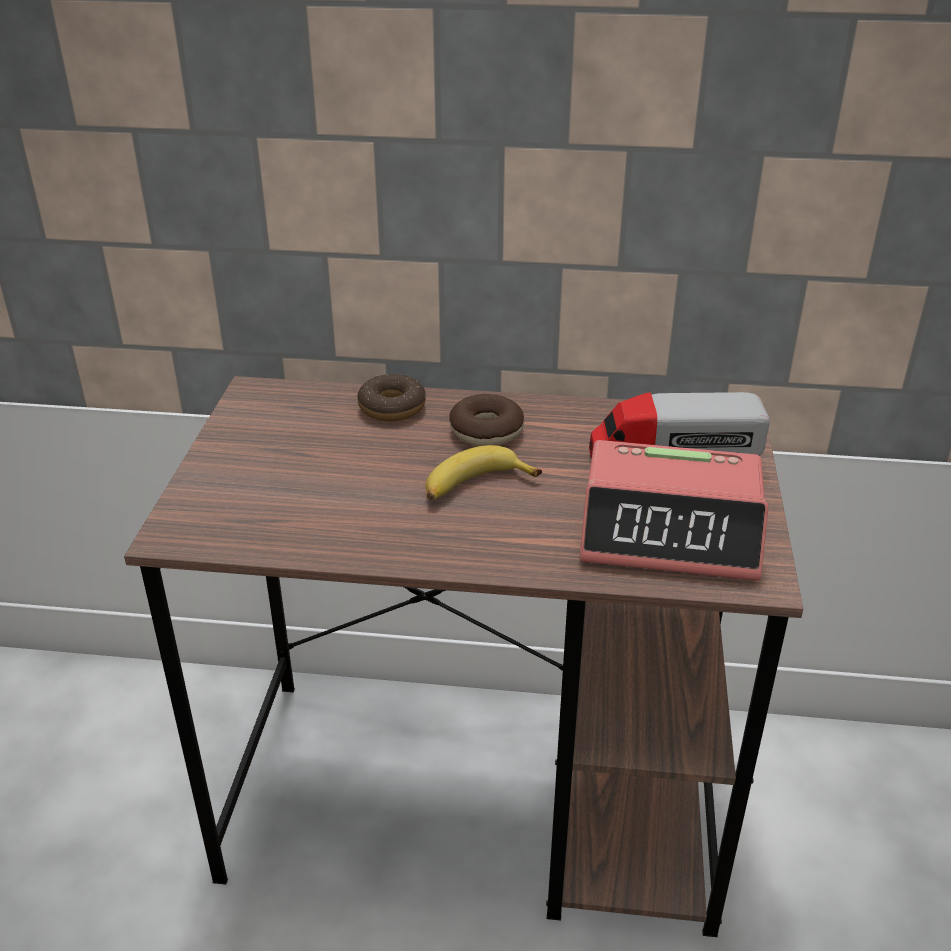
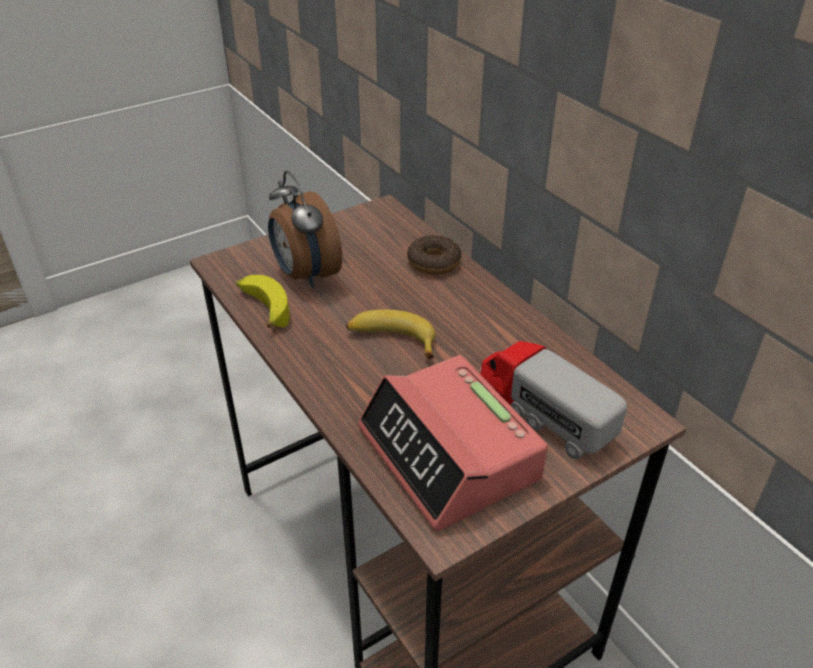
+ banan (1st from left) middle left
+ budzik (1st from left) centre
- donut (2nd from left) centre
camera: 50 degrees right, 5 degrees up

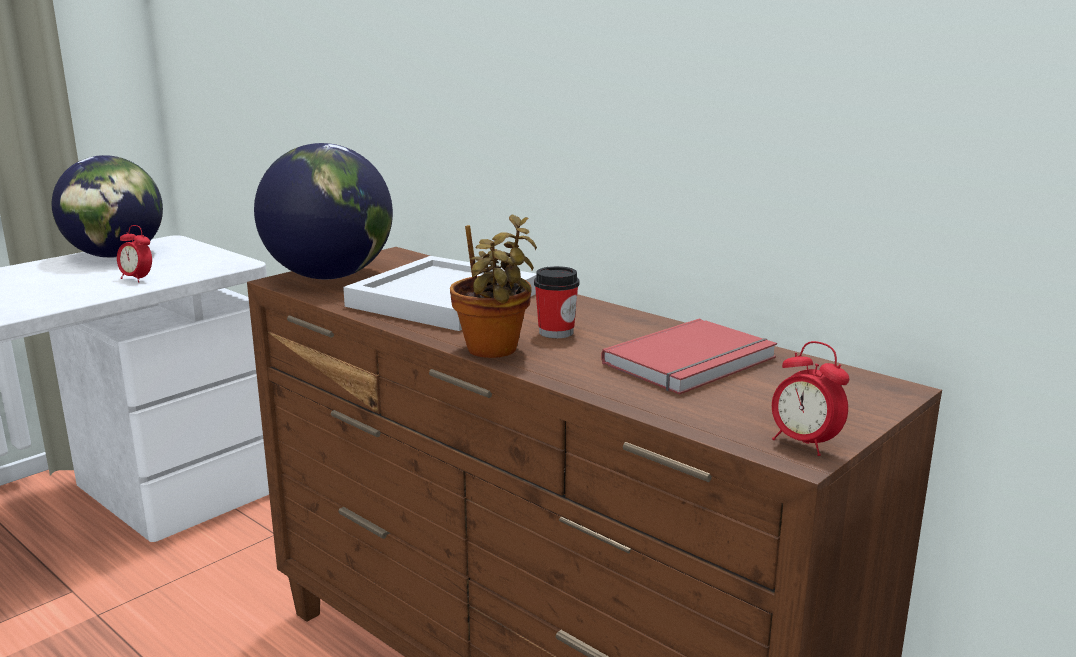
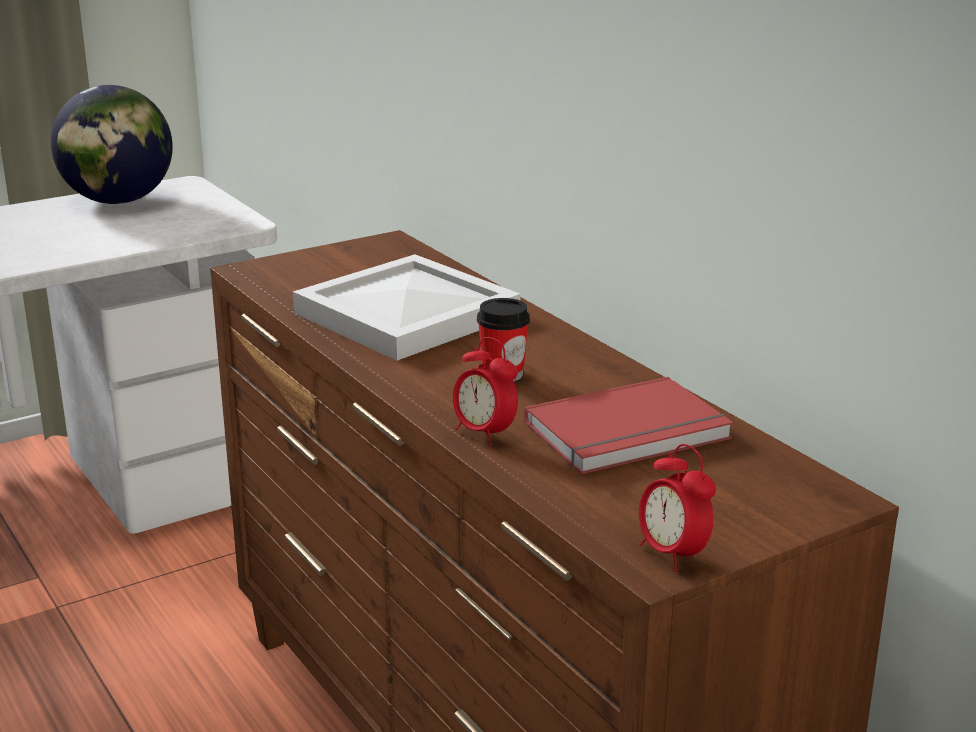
~ budzik (1st from left) middle left to centre
- globus (2nd from left) top left
- roślina doniczkowa centre
camera: 15 degrees right, 5 degrees up

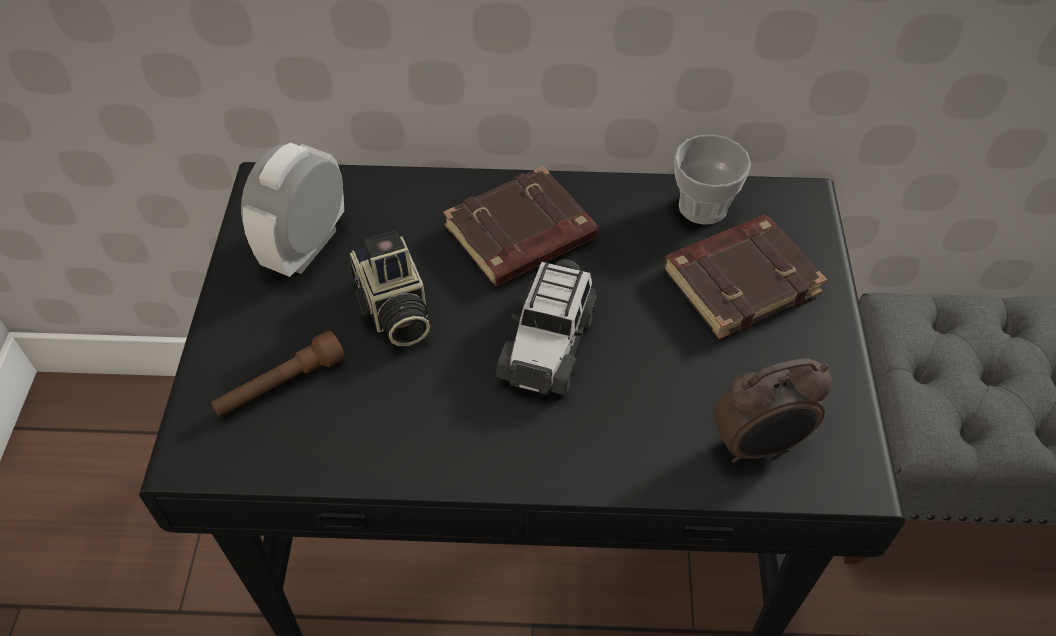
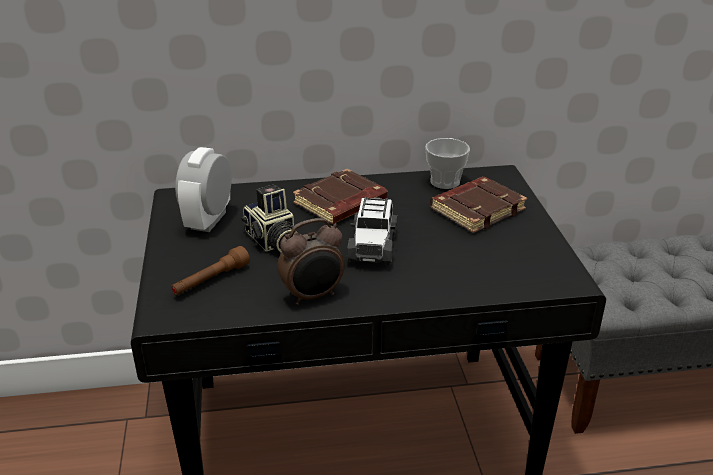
~ budzik (2nd from left) middle right to centre
camera: 10 degrees left, 20 degrees down

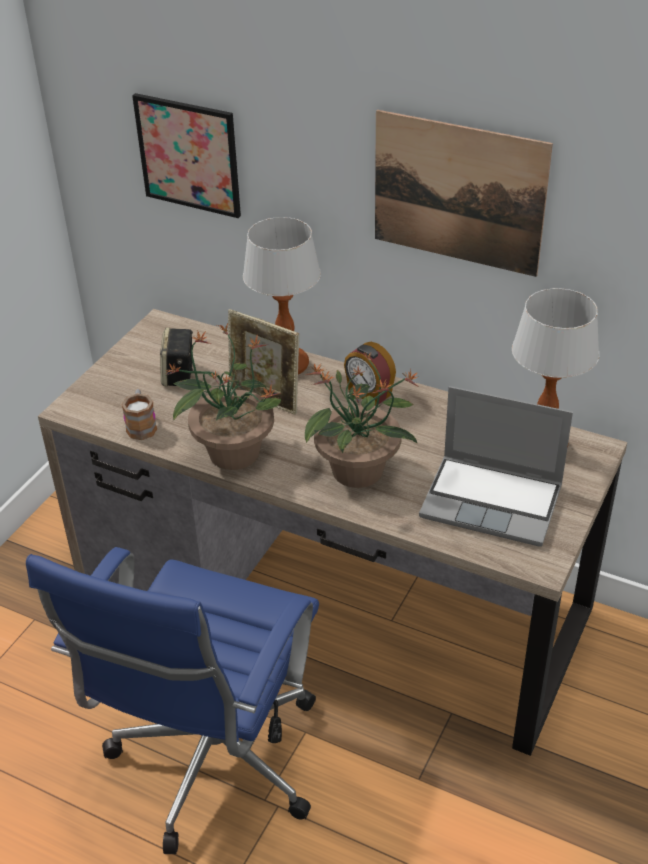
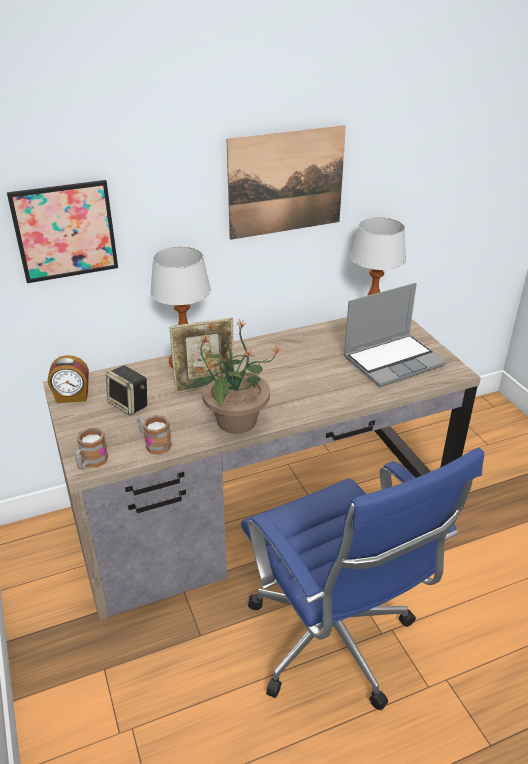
~ budzik centre to middle left
+ kubek (1st from left) middle left
- roślina doniczkowa (2nd from left) centre
camera: 50 degrees left, 5 degrees down

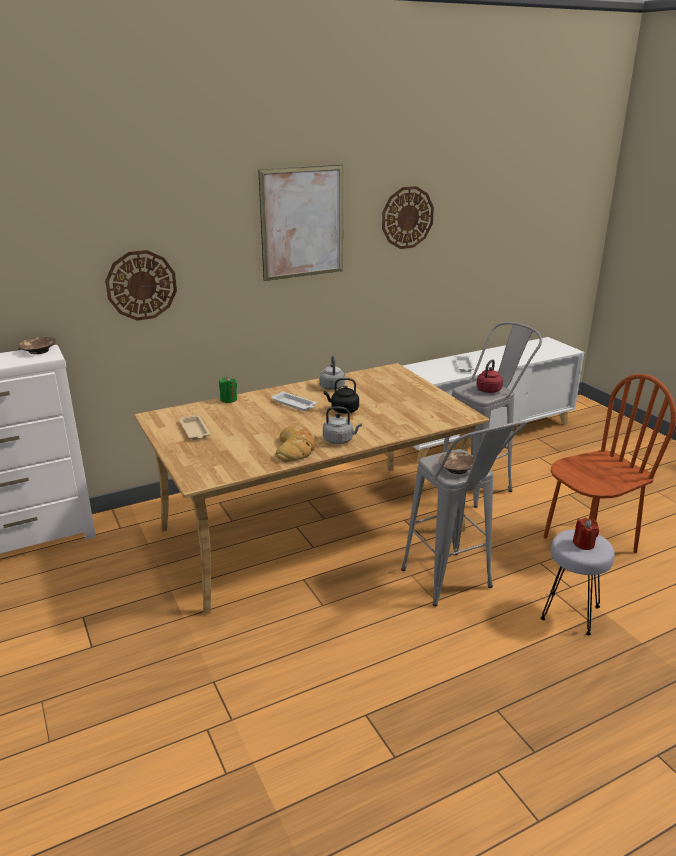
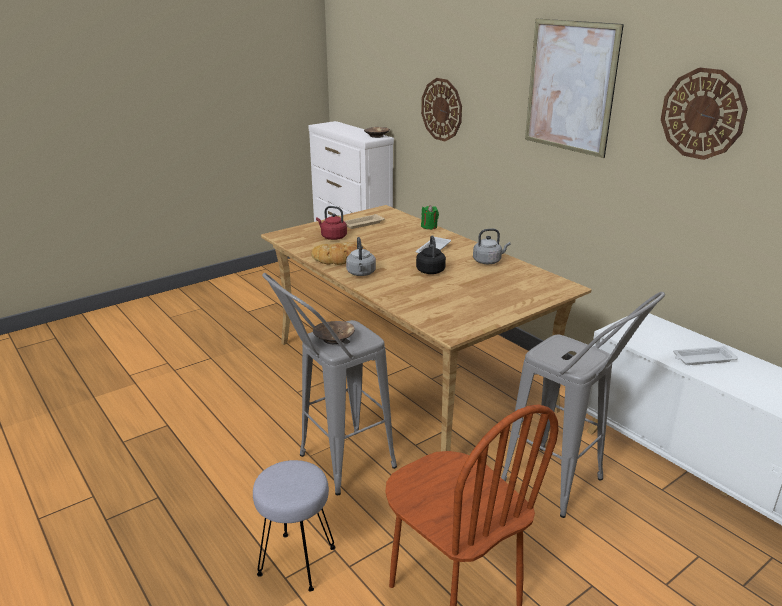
~ czajnik/czerwony middle right to centre
- świeca/czerwony middle right
camera: 80 degrees right, 0 degrees up

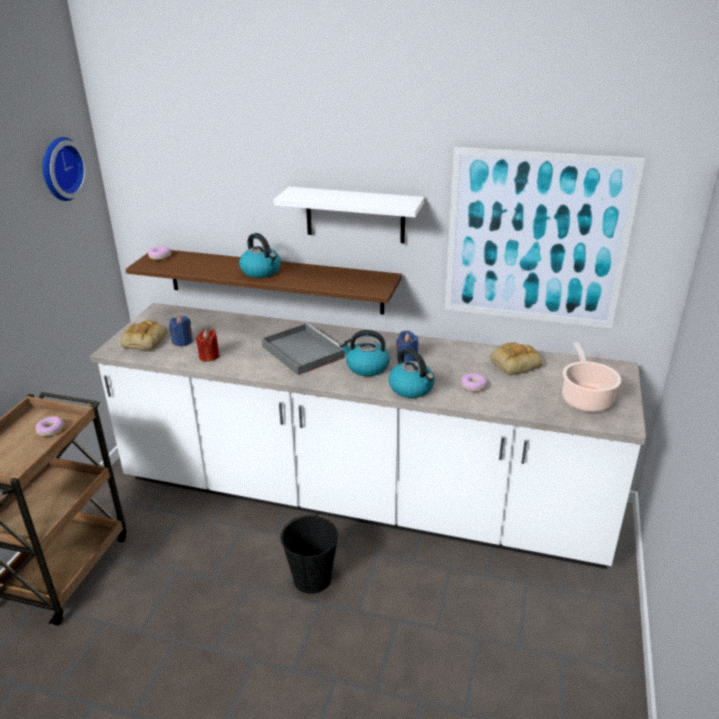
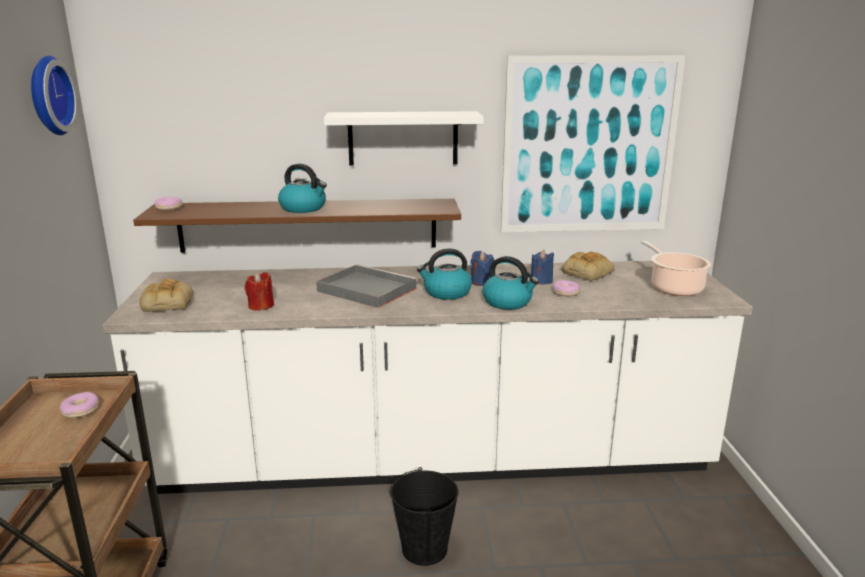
~ świeca/niebieski (1st from left in the first image) middle left to świeca/niebieski (2nd from left) centre
camera: 20 degrees left, 10 degrees down

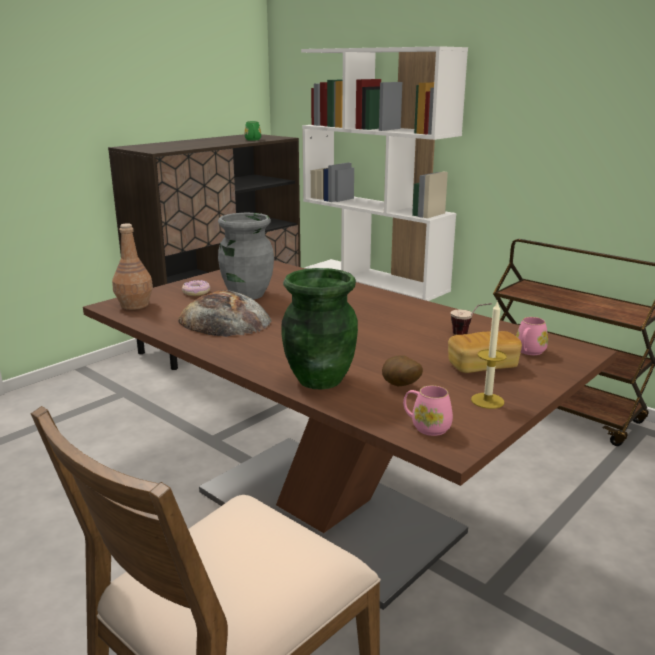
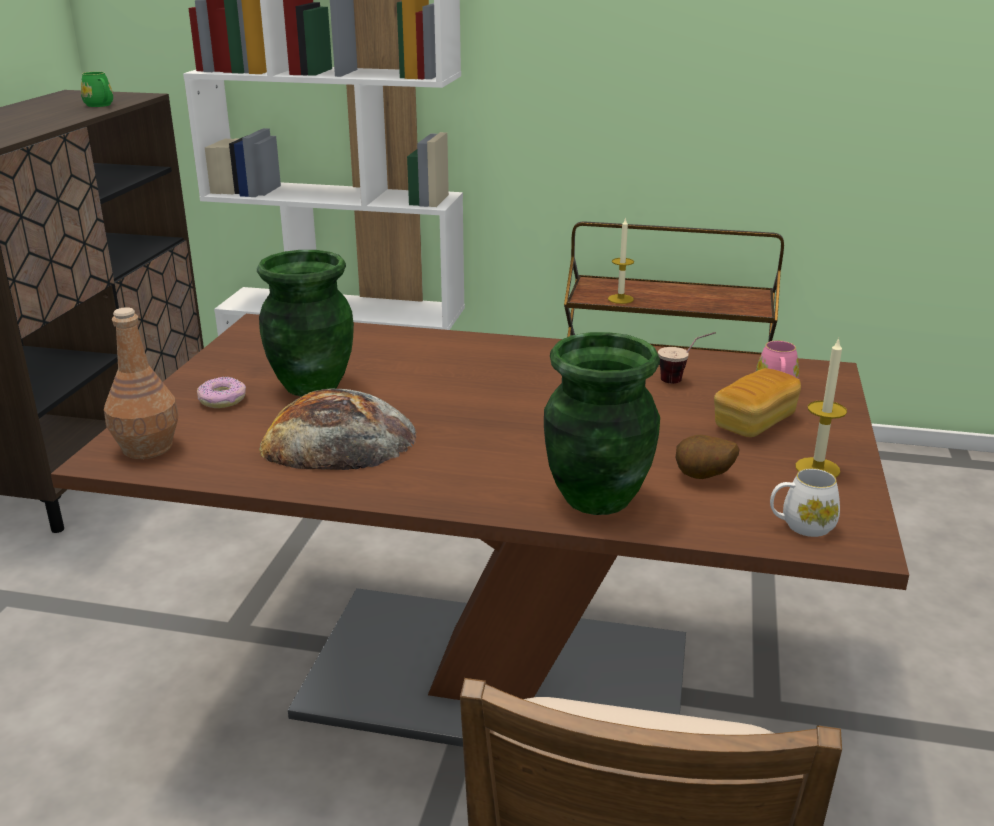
~ wazon/szary centre to wazon/zielony (1st from left) middle left
+ świeca (1st from left) top centre
~ kubek/różowy (1st from left) centre to kubek/biały middle right
camera: 30 degrees left, 5 degrees up

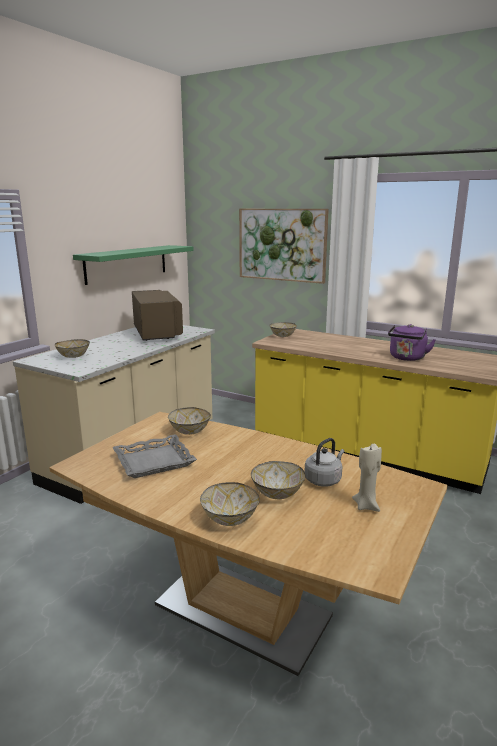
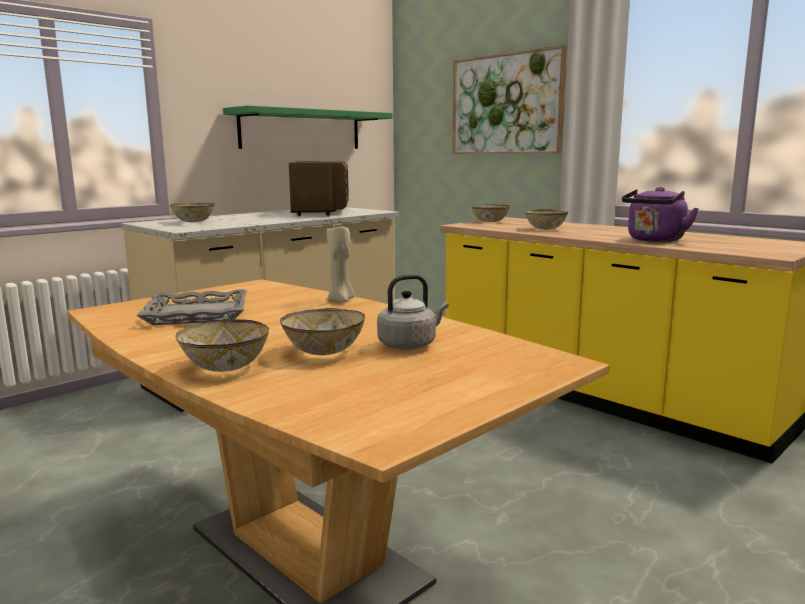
~ świeca/beżowy middle right to centre
~ miska (2nd from left in the first image) centre to miska (5th from left) middle right
camera: 15 degrees right, 5 degrees down

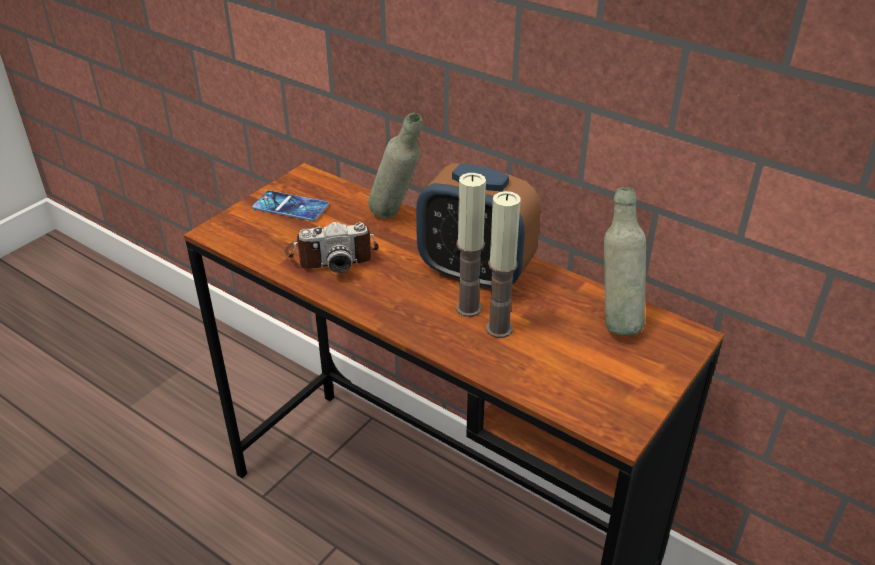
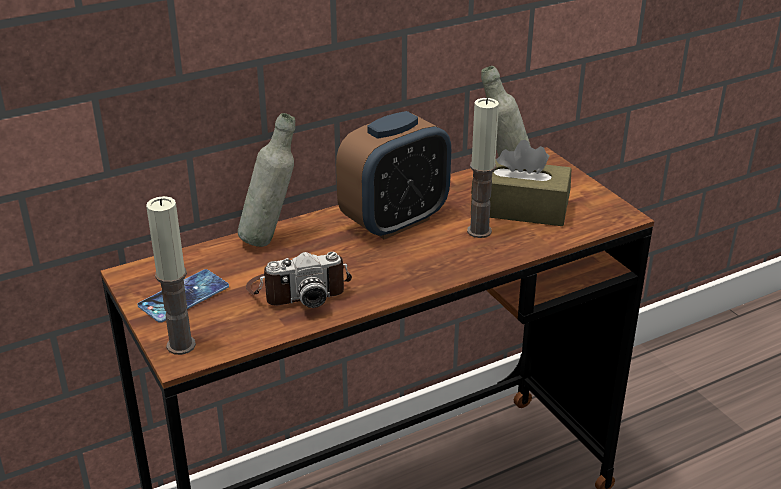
~ świeca (1st from left) centre to middle left
~ aparat fotograficzny centre = centre 60 degrees clockwise
+ pudełko chusteczek/brązowy middle right
camera: 65 degrees left, 5 degrees down

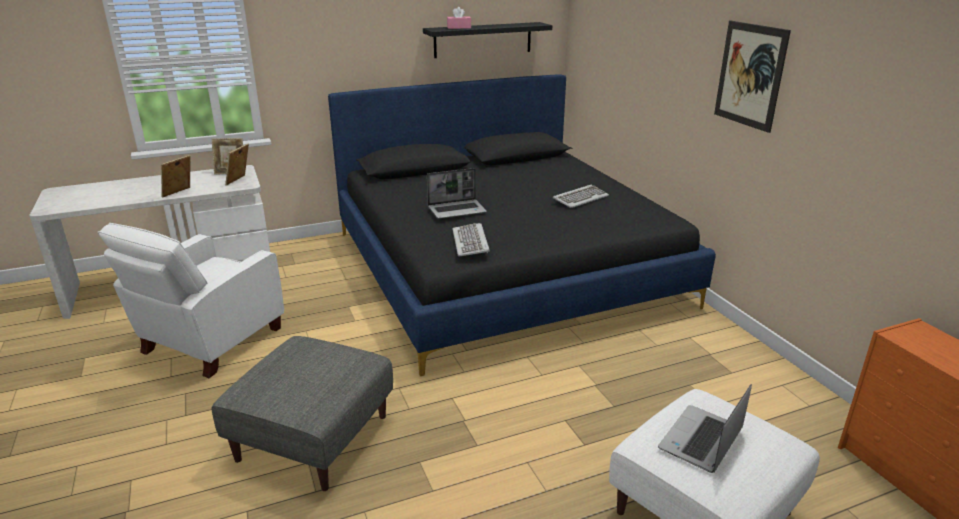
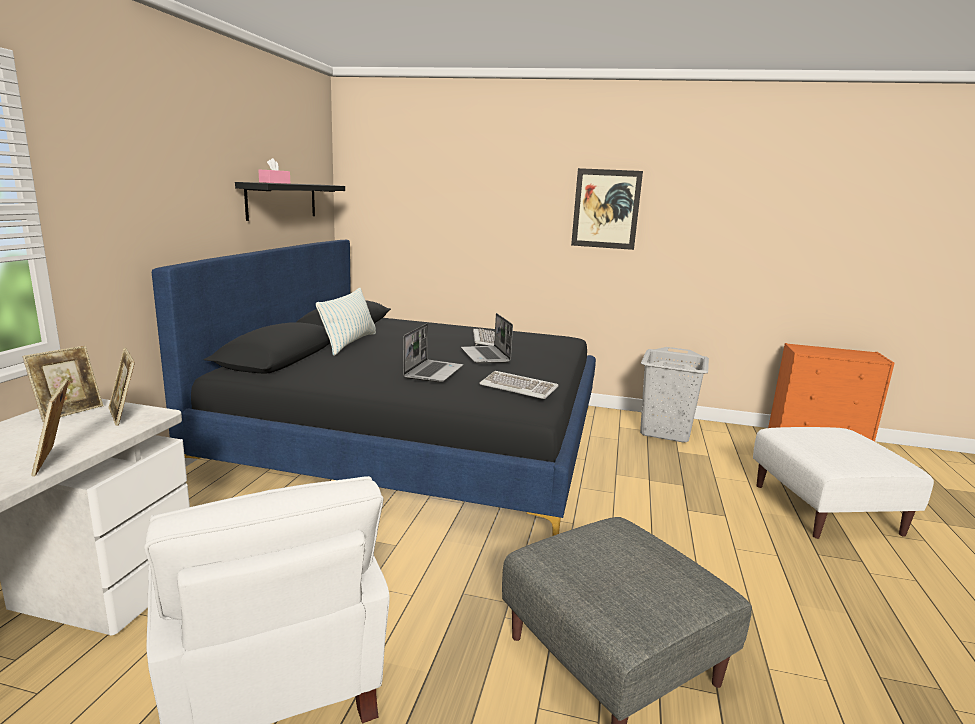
+ poduszka centre
~ laptop (2nd from left) bottom right to centre
+ kosz na pranie/szary middle right
camera: 55 degrees left, 10 degrees down

